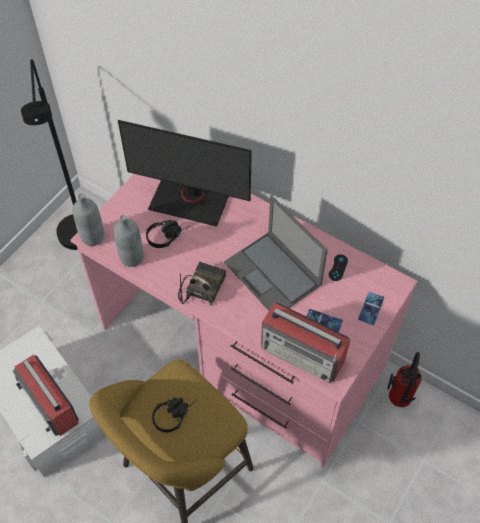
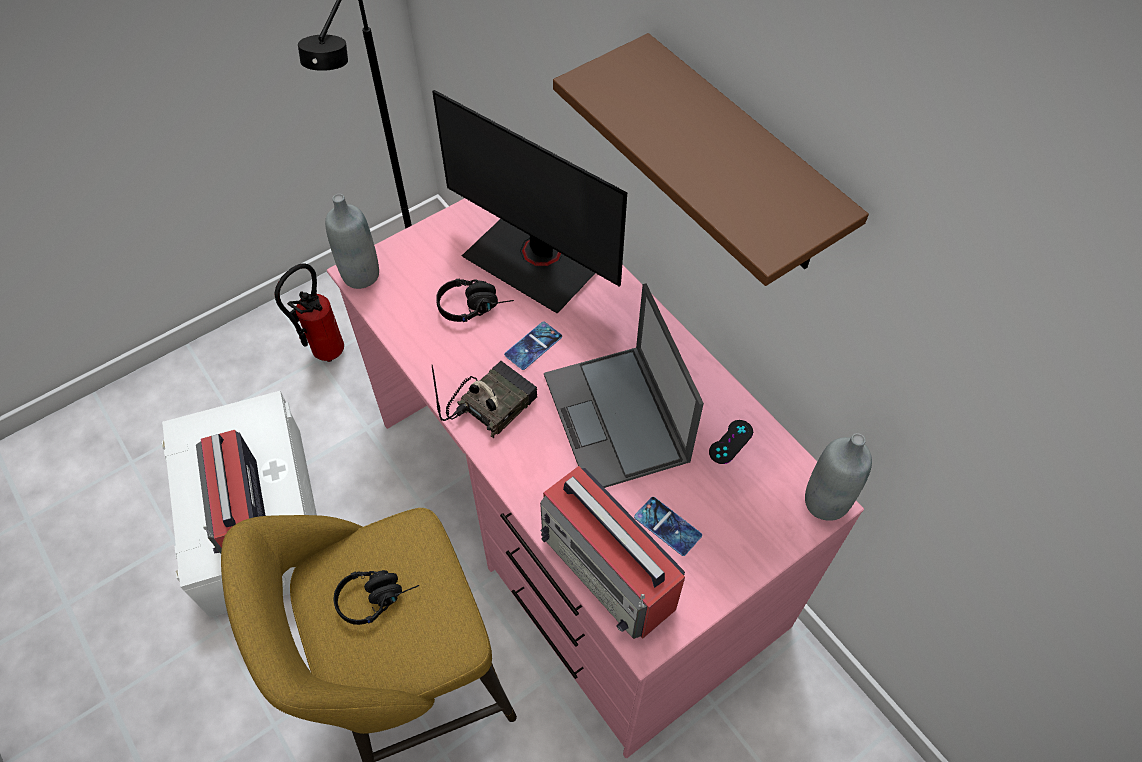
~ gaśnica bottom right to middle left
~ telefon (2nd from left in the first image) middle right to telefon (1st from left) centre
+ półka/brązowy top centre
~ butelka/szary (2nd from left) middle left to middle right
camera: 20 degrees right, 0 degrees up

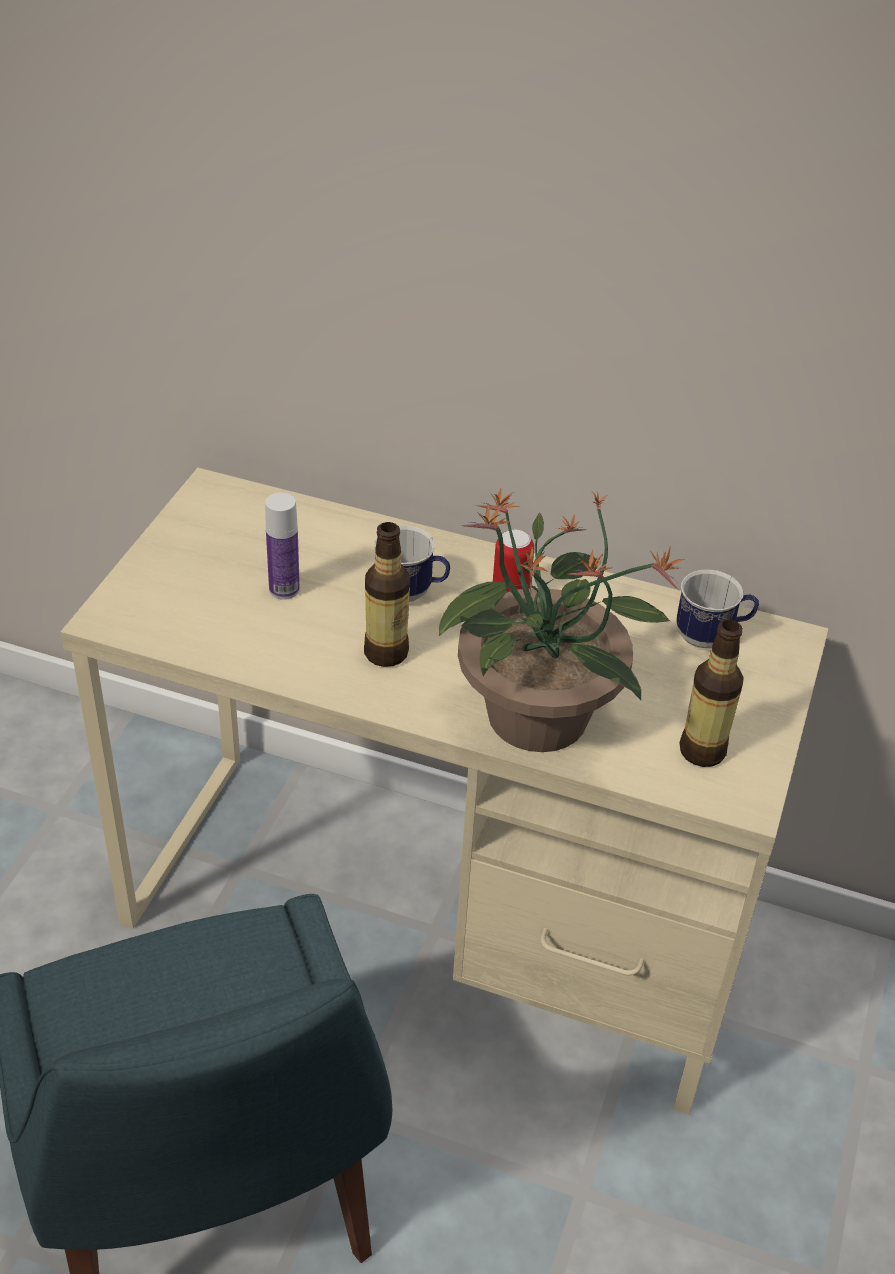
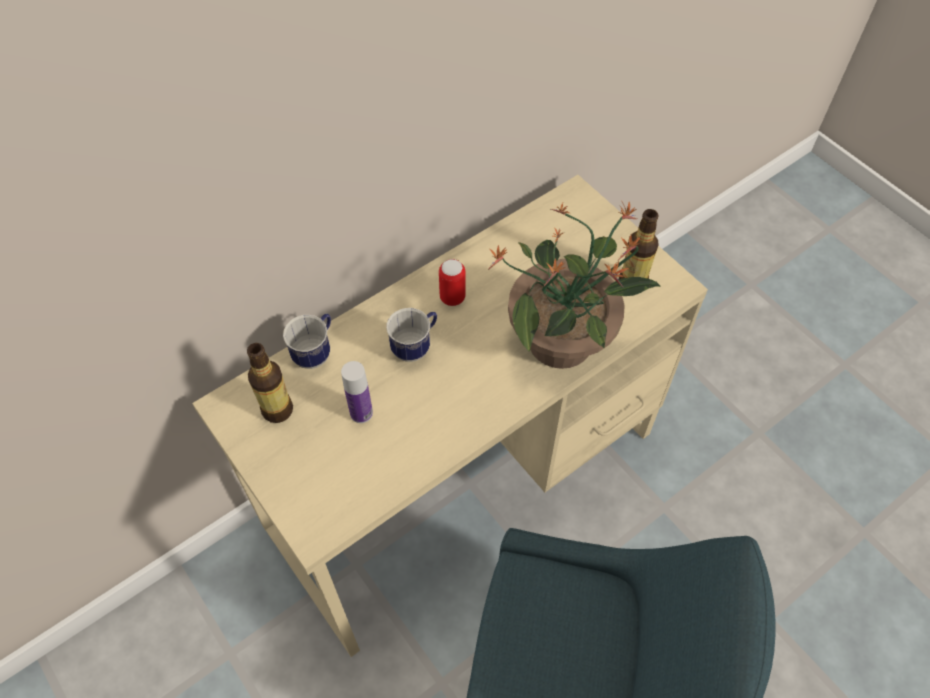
~ butelka (2nd from left in the first image) centre to butelka (1st from left) middle left
~ kubek (2nd from left in the first image) middle right to kubek (1st from left) middle left
camera: 55 degrees left, 15 degrees up

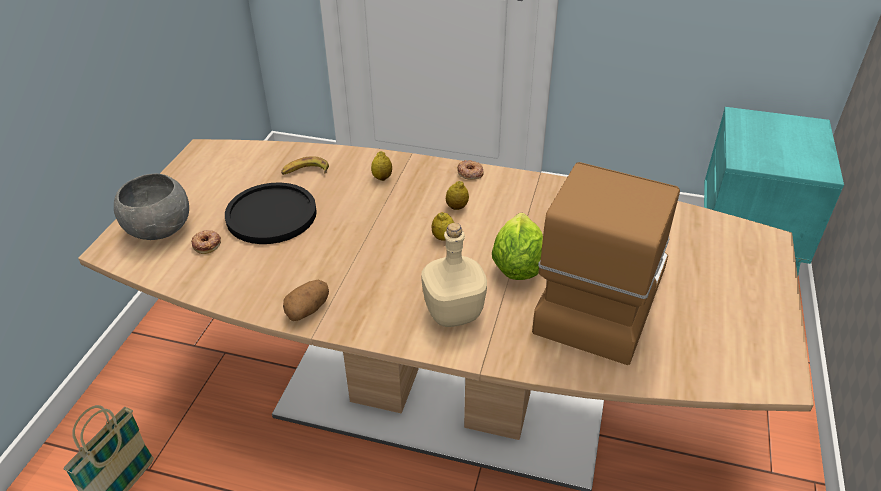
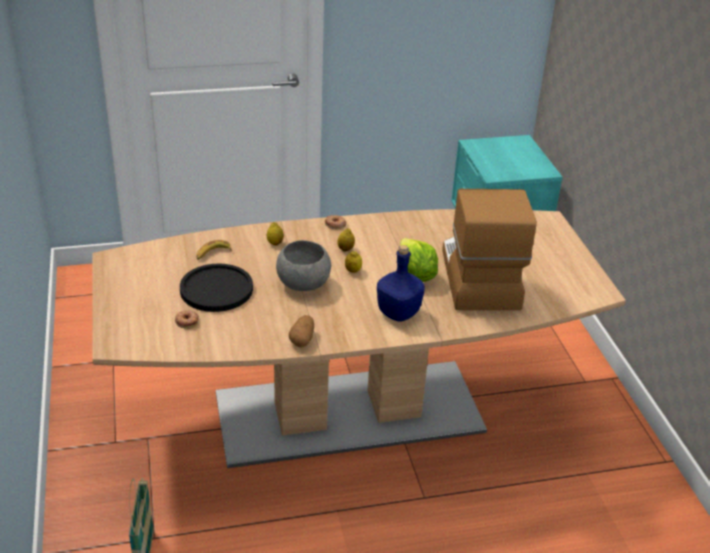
~ miska/szary middle left to centre
~ butelka/beżowy centre to butelka/niebieski centre
camera: 30 degrees left, 5 degrees down

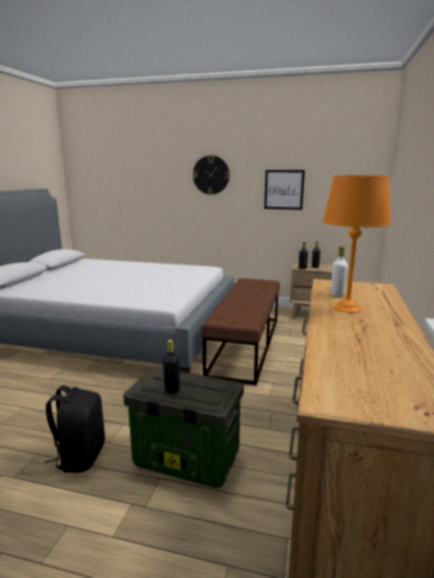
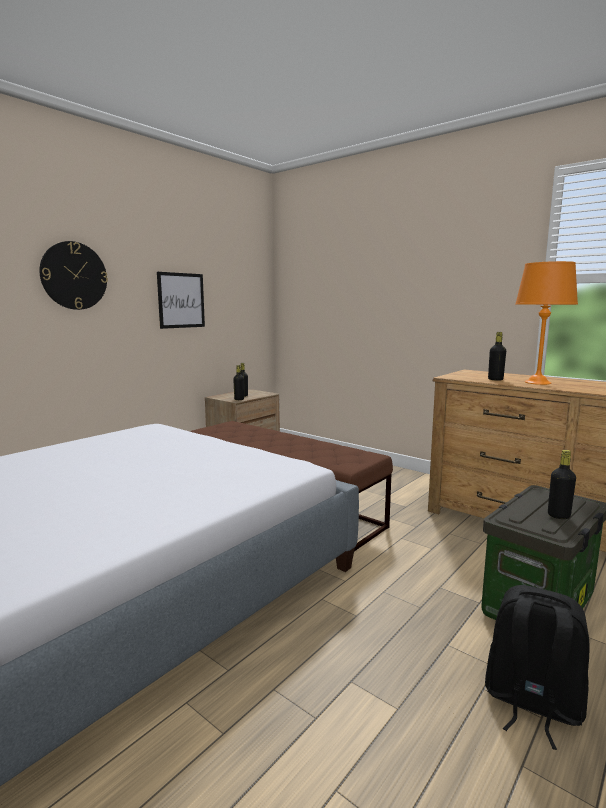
~ butelka/biały middle right to butelka/czarny (3rd from left) middle right
camera: 65 degrees left, 5 degrees down

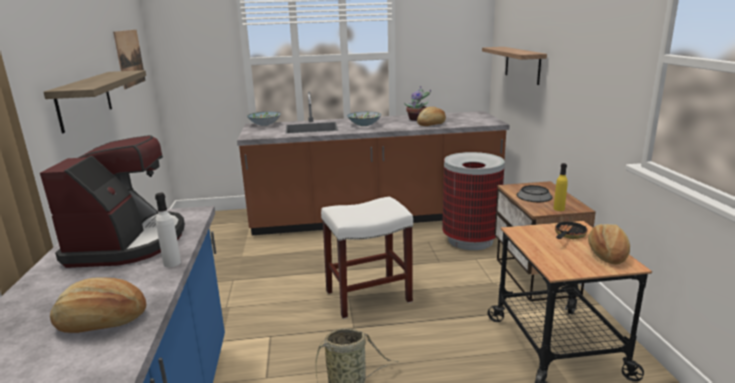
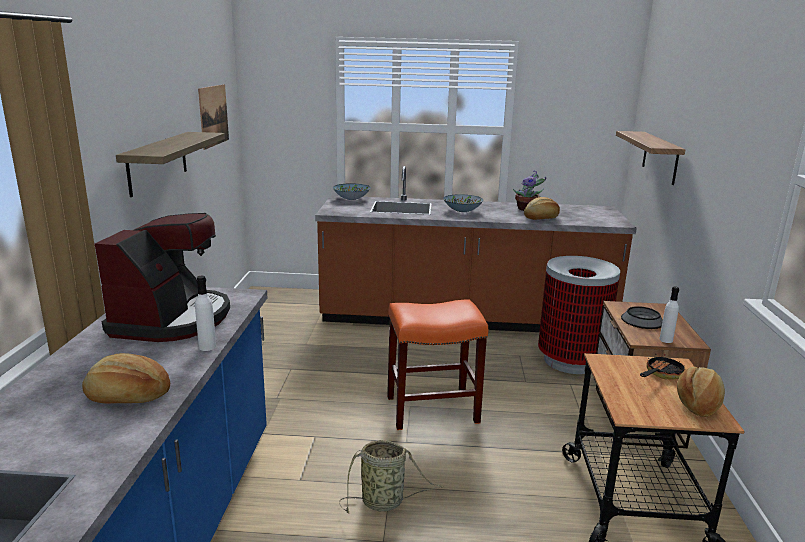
~ stołek/biały bottom centre to stołek/pomarańczowy bottom centre
~ butelka/żółty middle right to butelka/biały (2nd from left) middle right
camera: 10 degrees right, 0 degrees up

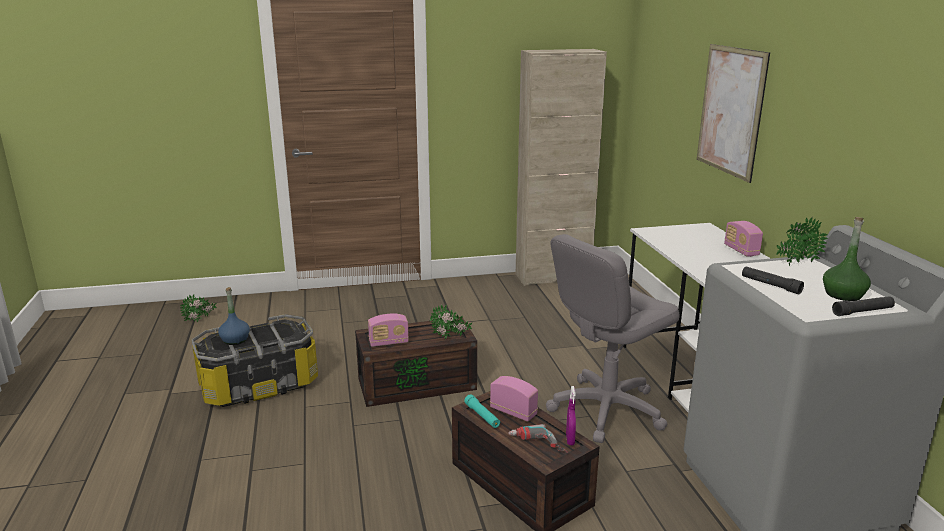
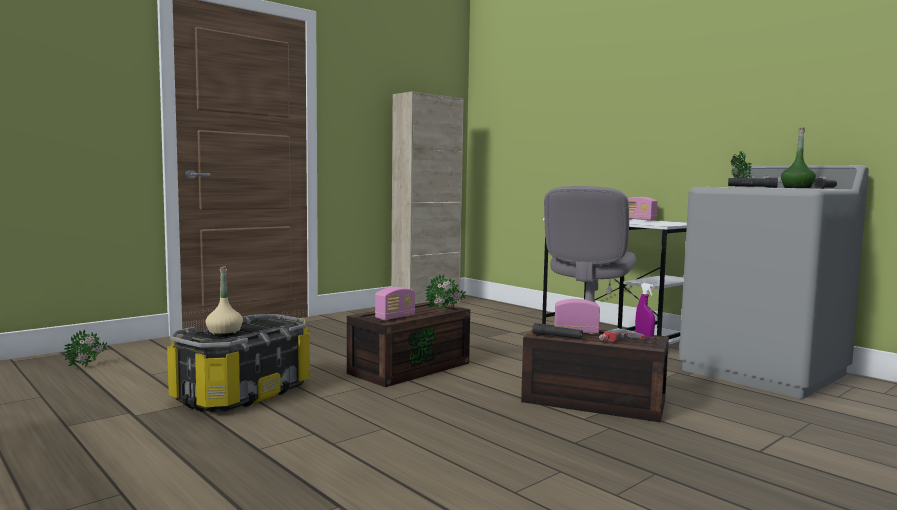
~ butelka/niebieski middle left to butelka/beżowy middle left
~ latarka/turkusowy bottom centre to latarka/czarny (1st from left) centre
- obraz top right
camera: 30 degrees left, 15 degrees down

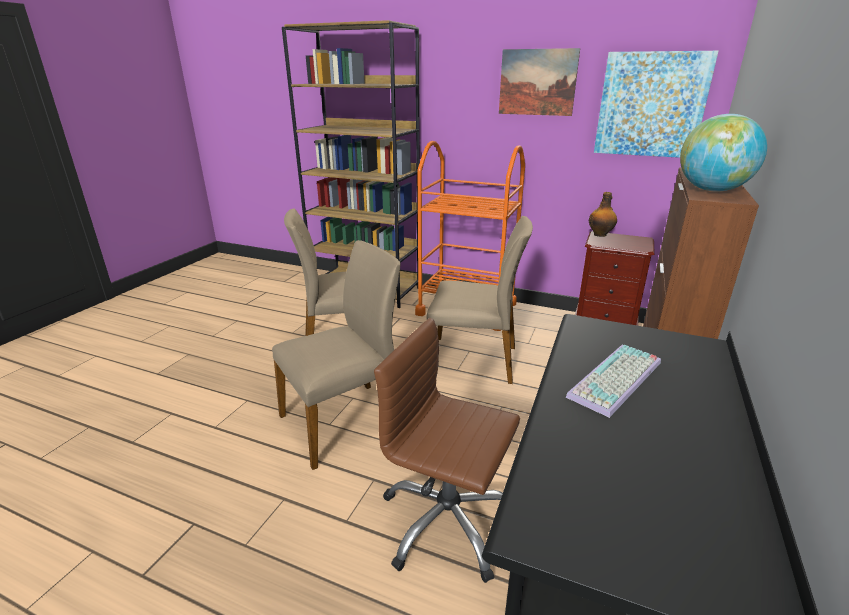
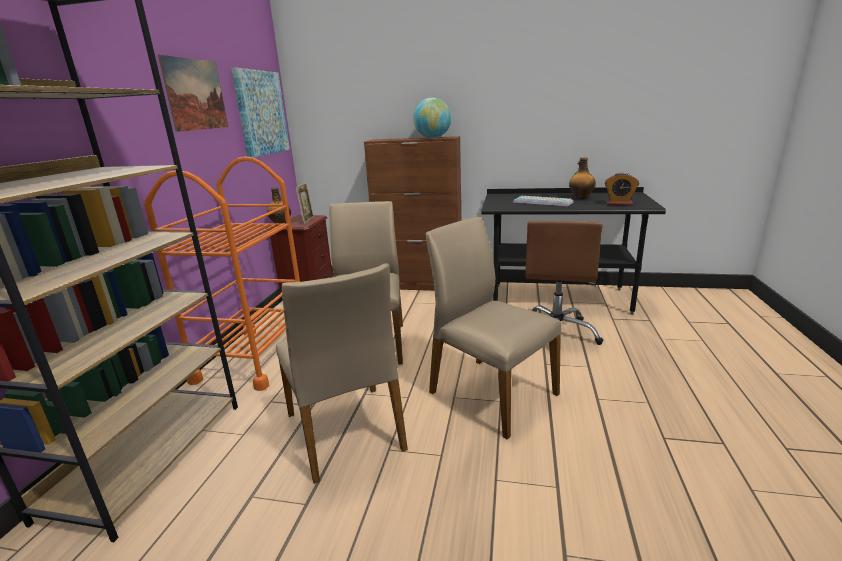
+ ramka na zdjęcie centre
+ butelka (2nd from left) top right
+ budzik middle right
camera: 100 degrees left, 5 degrees down

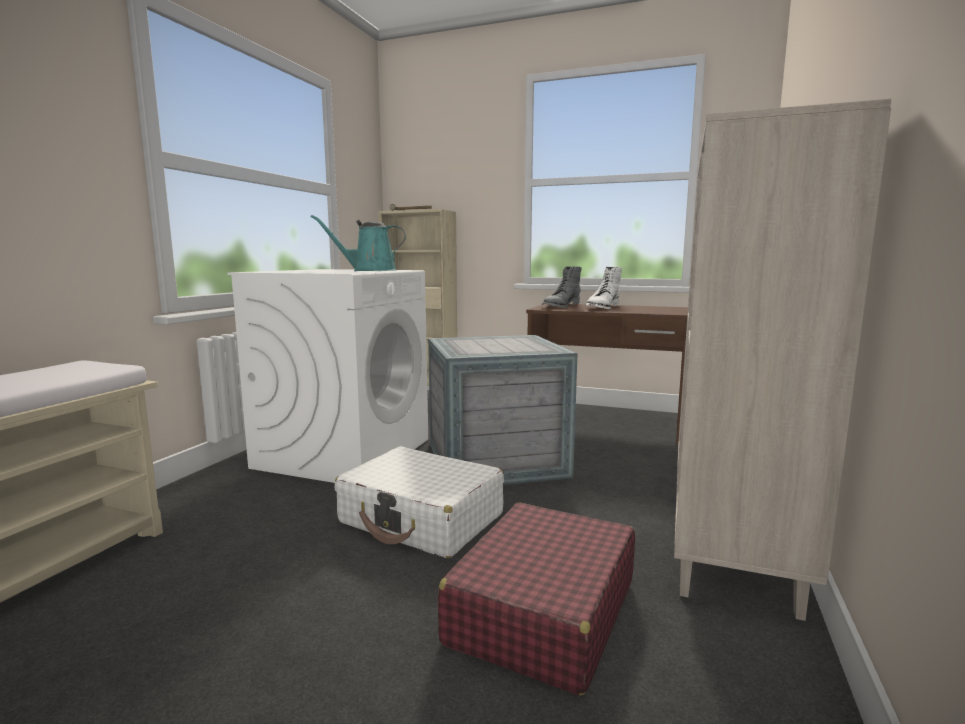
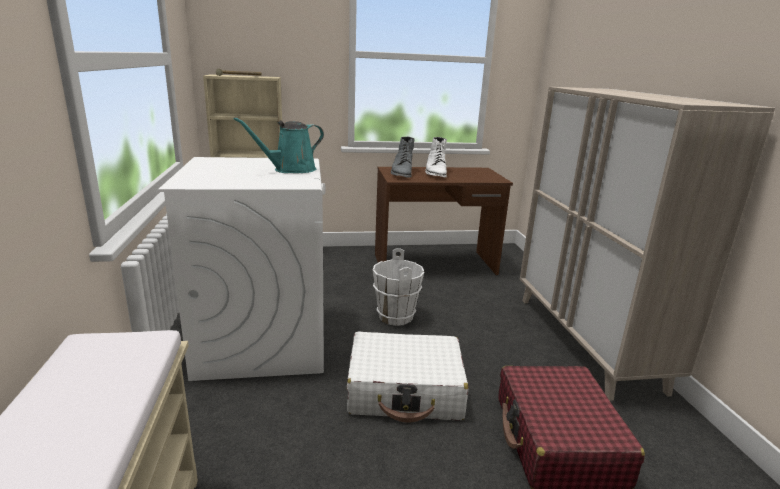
~ skrzynka centre to wiadro/biały centre
camera: 30 degrees left, 10 degrees up

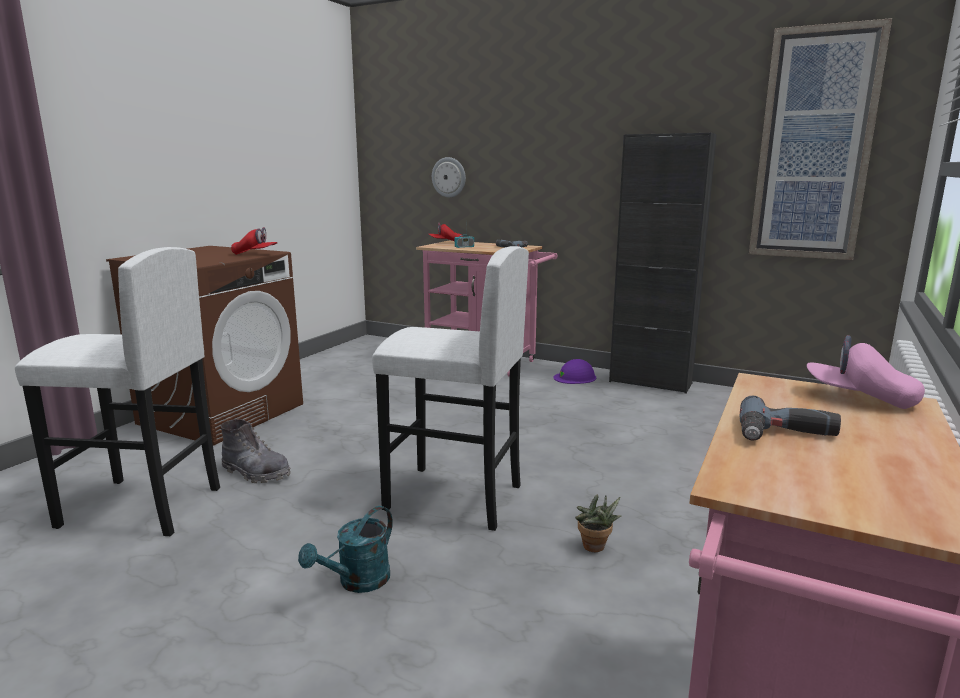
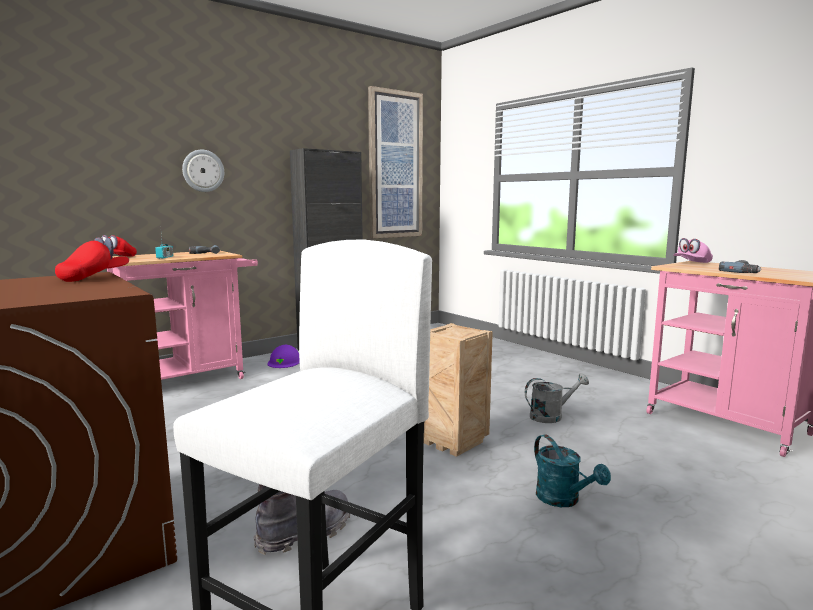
~ zegar ścienny top centre to top left
~ stołek/biały (2nd from left) centre to skrzynka centre
~ roślina doniczkowa bottom centre to konewka/szary middle right
camera: 65 degrees left, 5 degrees down

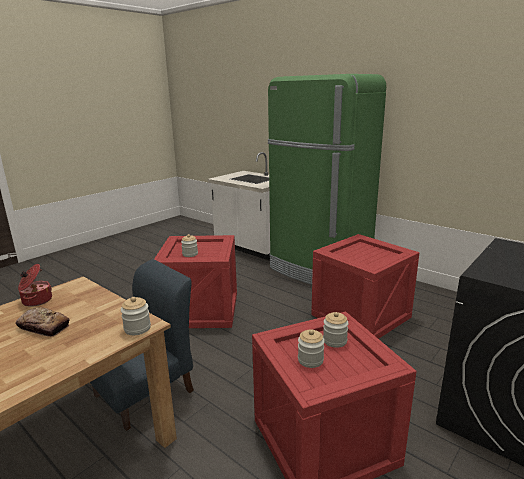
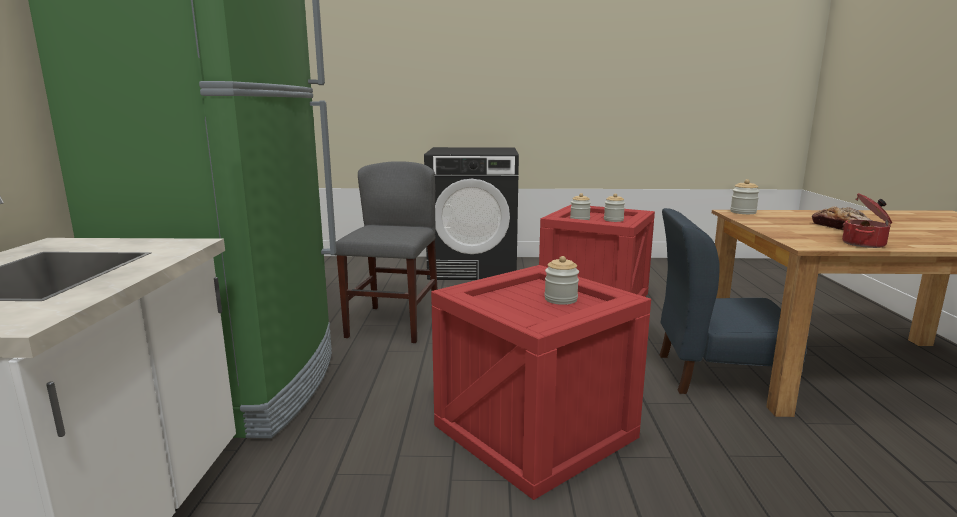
~ skrzynka (3rd from left) middle right to krzesło/szary centre
camera: 130 degrees left, 5 degrees down

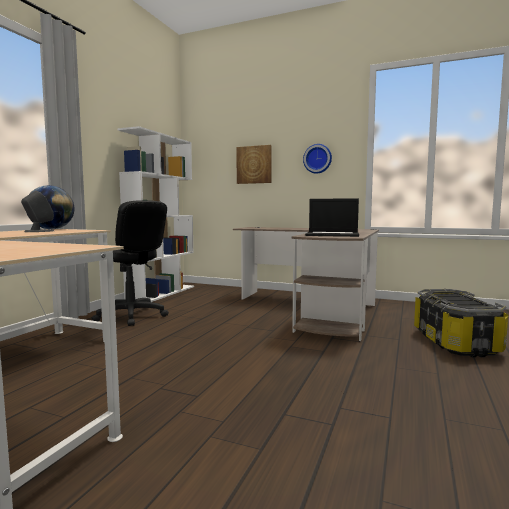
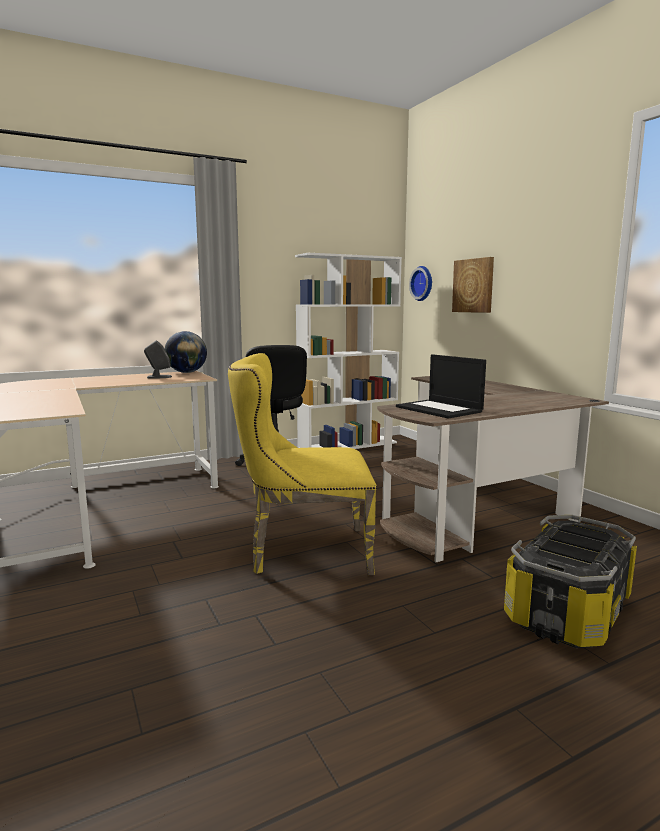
+ krzesło/żółty centre
~ zegar ścienny top centre to centre
camera: 40 degrees right, 5 degrees up

